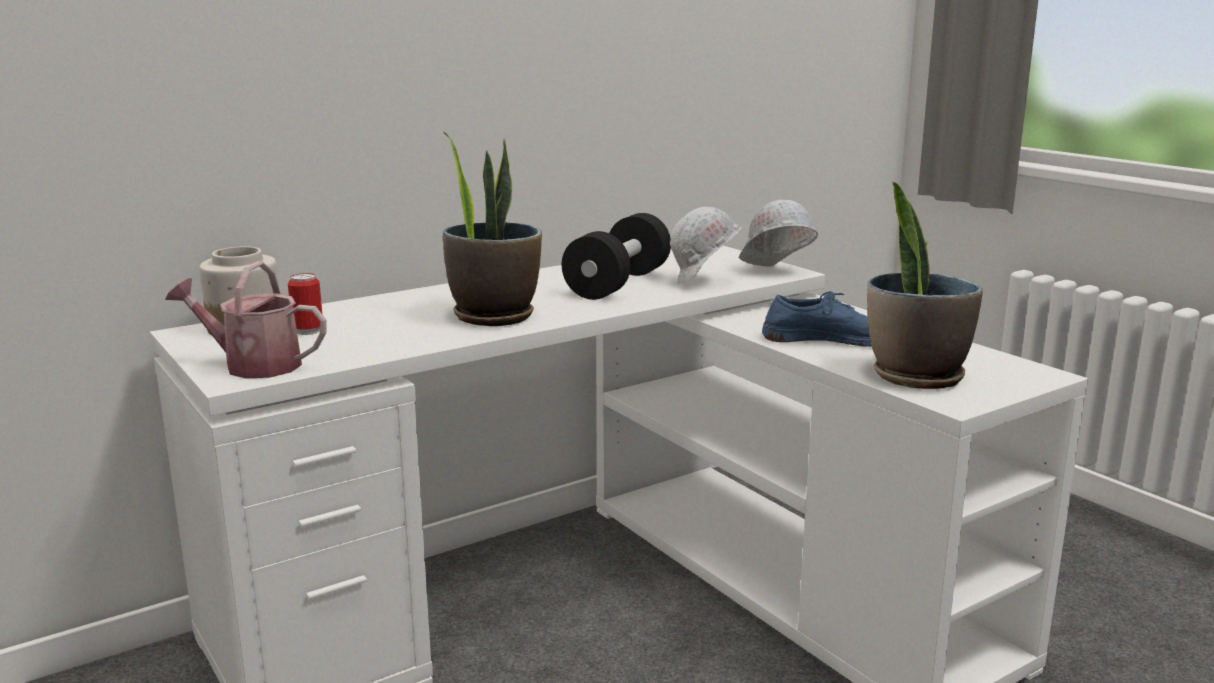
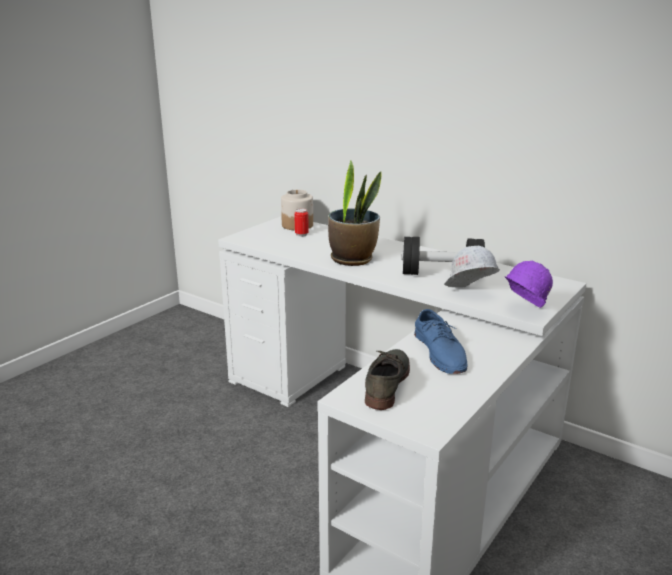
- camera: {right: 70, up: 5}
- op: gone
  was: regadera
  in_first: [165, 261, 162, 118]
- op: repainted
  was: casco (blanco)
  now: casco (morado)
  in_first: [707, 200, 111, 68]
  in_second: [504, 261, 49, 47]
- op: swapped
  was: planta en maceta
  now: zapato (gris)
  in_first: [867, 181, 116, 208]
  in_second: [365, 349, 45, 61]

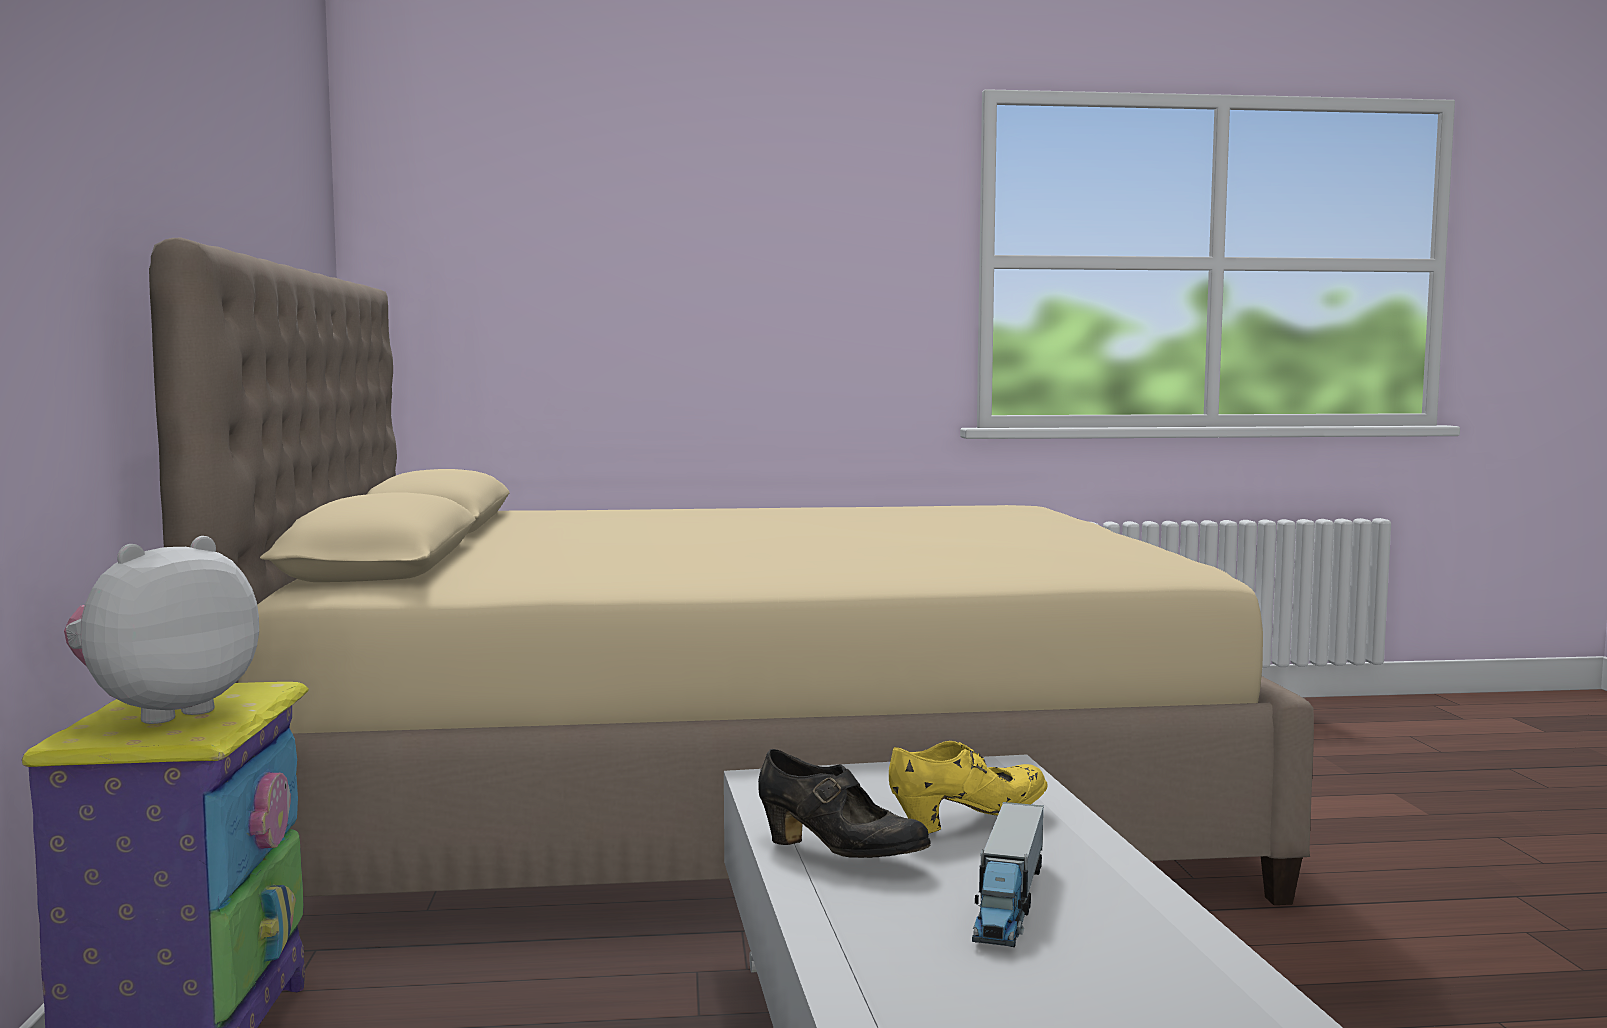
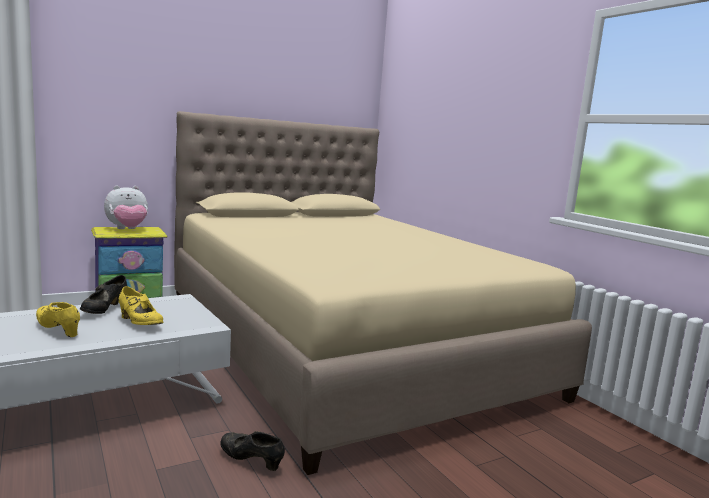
- camera: {right: 65, up: 5}
- op: rotated
  was: peluche
  in_first: [64, 536, 195, 188]
  in_second: [104, 185, 44, 44]
  clockwise: 135
- op: swapped
  was: camión de juguete
  now: zapato (amarillo)
  in_first: [972, 802, 72, 145]
  in_second: [36, 302, 44, 35]
- op: new
  now: zapato (negro)
  in_second: [221, 431, 64, 40]

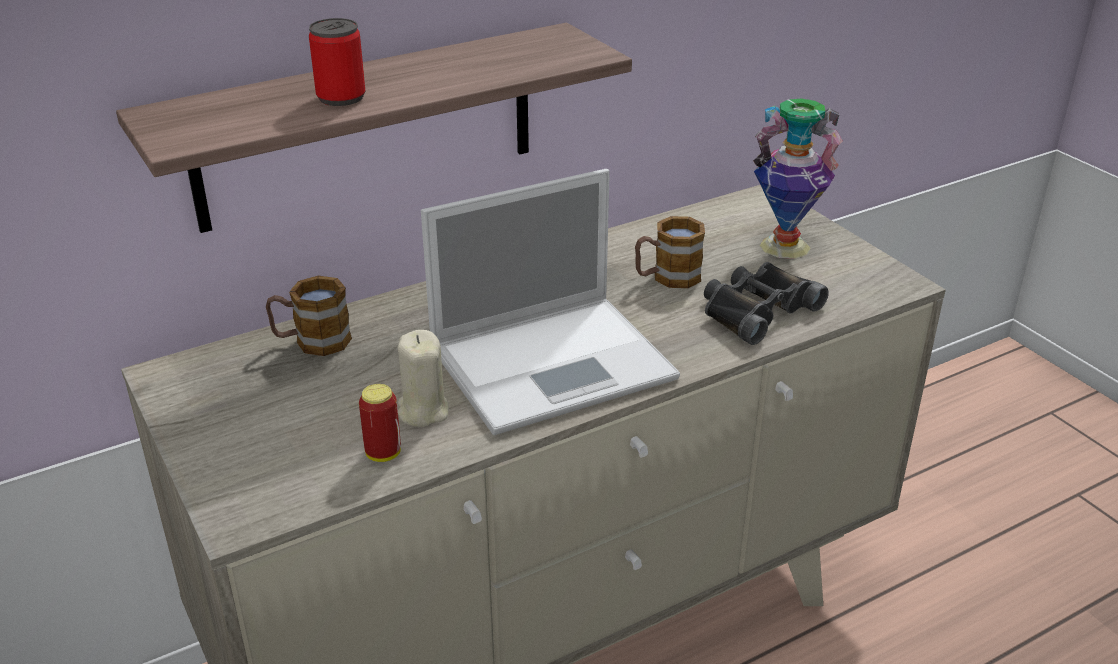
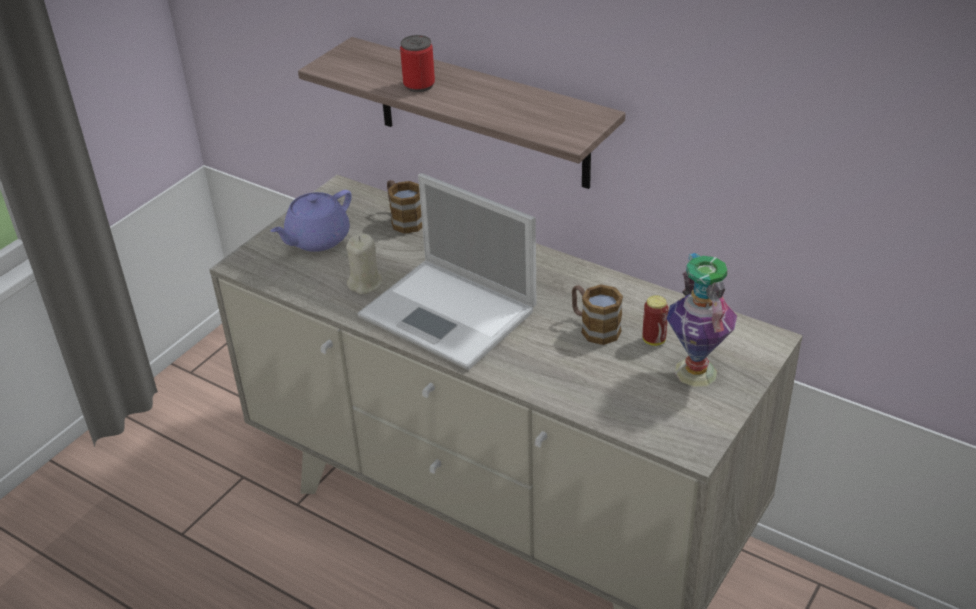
- camera: {right: 65, up: 5}
- op: shifted
  was: lata
  in_first: [359, 384, 42, 78]
  in_second: [643, 295, 26, 51]
- op: gone
  was: prismáticos (negro)
  in_first: [704, 262, 125, 83]
- op: new
  now: tetera (morado)
  in_second: [271, 190, 81, 62]

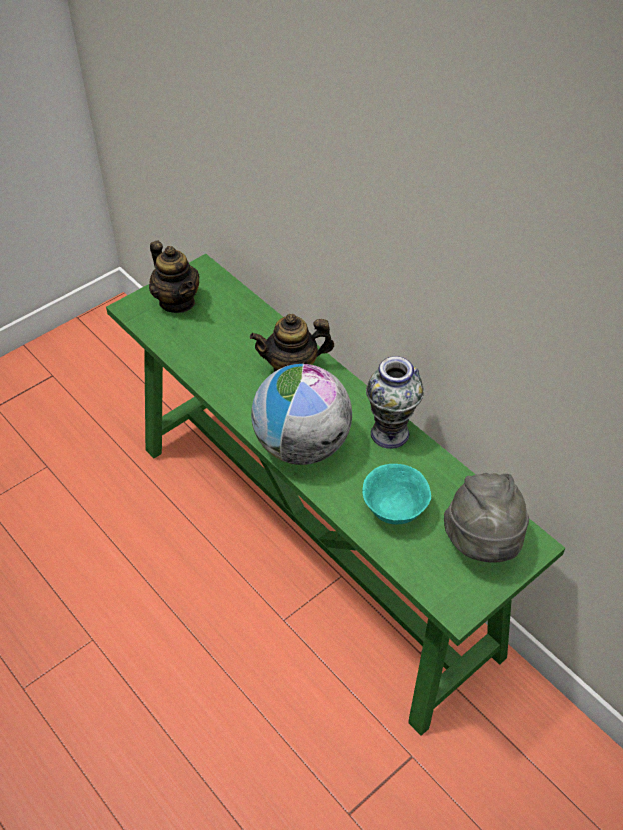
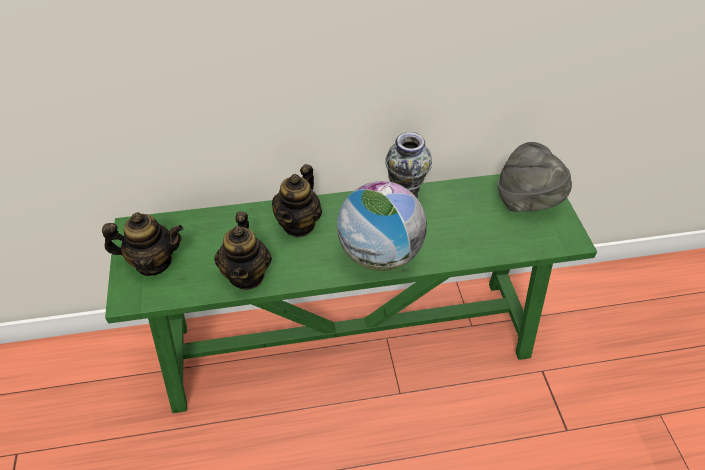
- camera: {right: -60, up: 0}
- op: gone
  was: cuenco (turquesa)
  in_first: [362, 464, 69, 60]
- op: new
  now: tetera
  in_second: [214, 212, 58, 78]

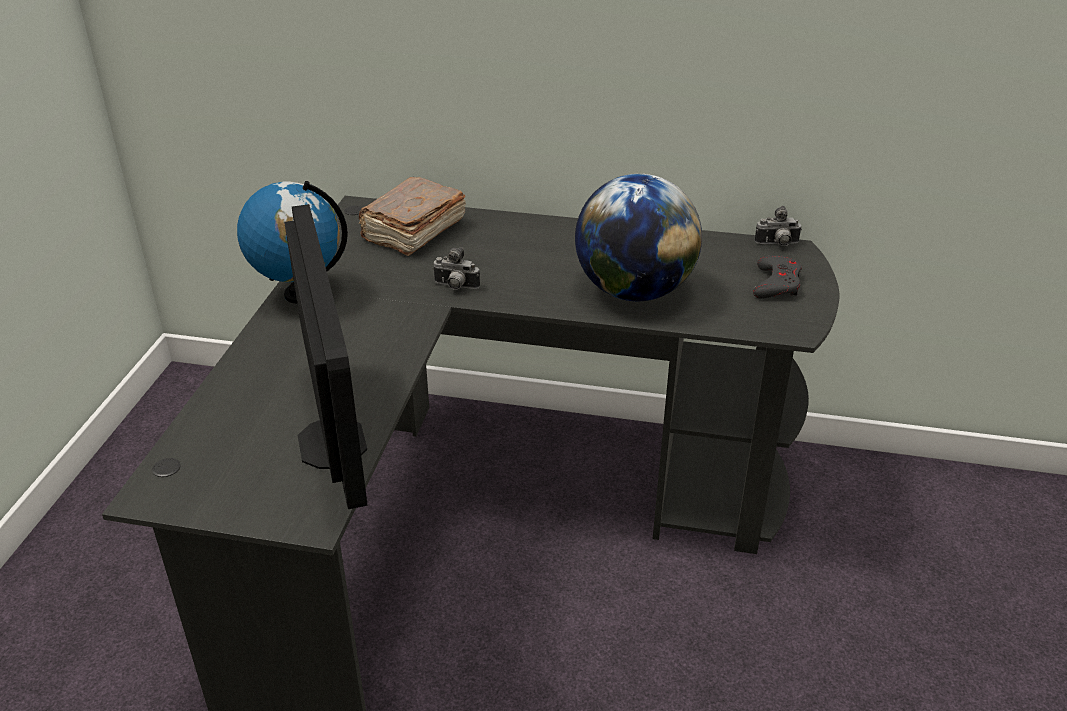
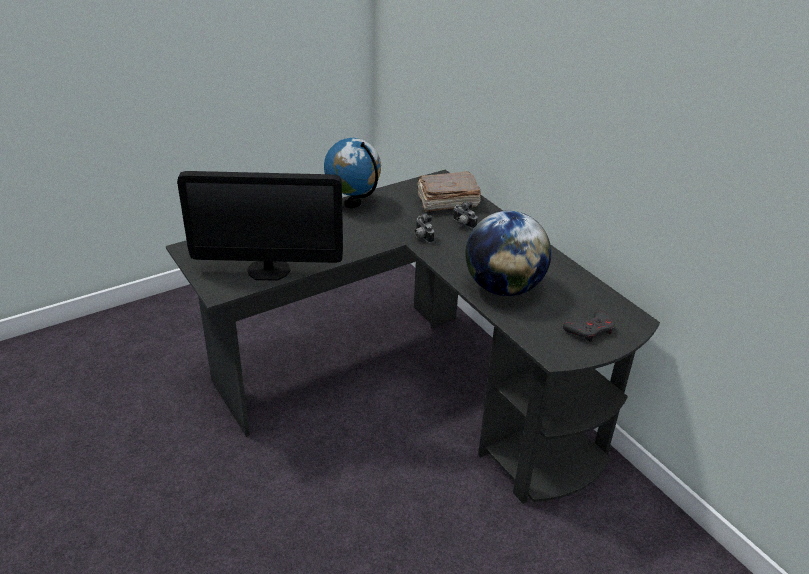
- camera: {right: 45, up: 0}
- op: rotated
  was: monitor
  in_first: [284, 204, 83, 305]
  in_second: [177, 171, 166, 110]
  clockwise: 60
- op: shifted
  was: cámara
  in_first: [754, 206, 48, 40]
  in_second: [453, 201, 25, 28]

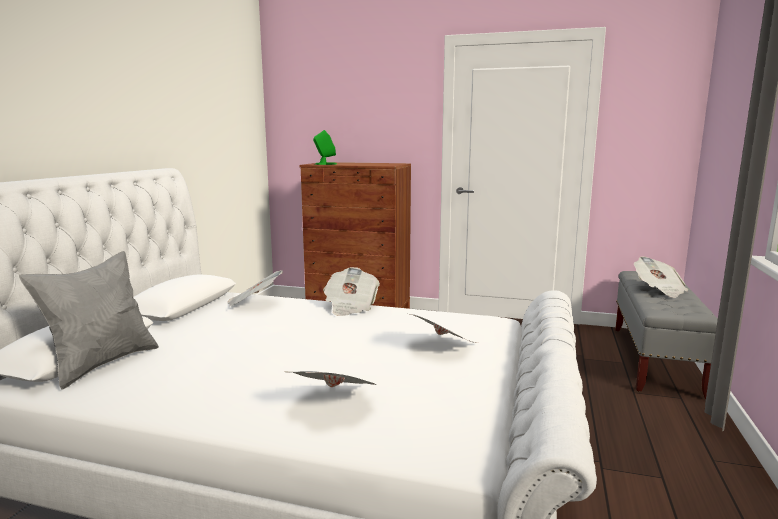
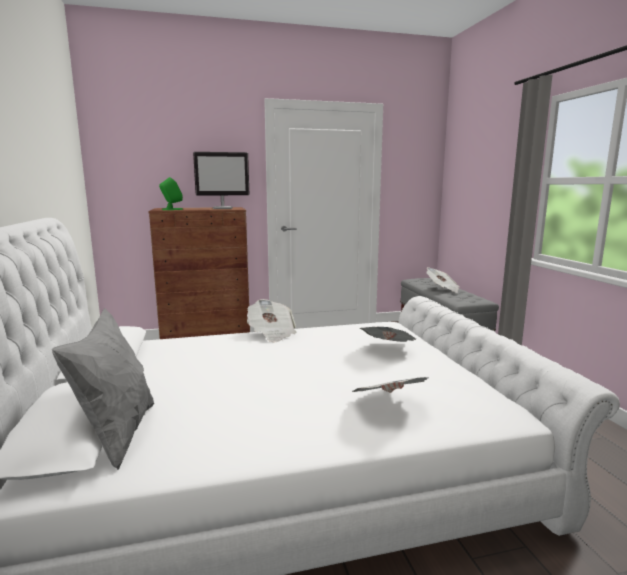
- camera: {right: -30, up: 0}
- op: gone
  was: periódico
  in_first: [227, 270, 56, 37]
- op: new
  now: monitor
  in_second: [193, 152, 56, 57]

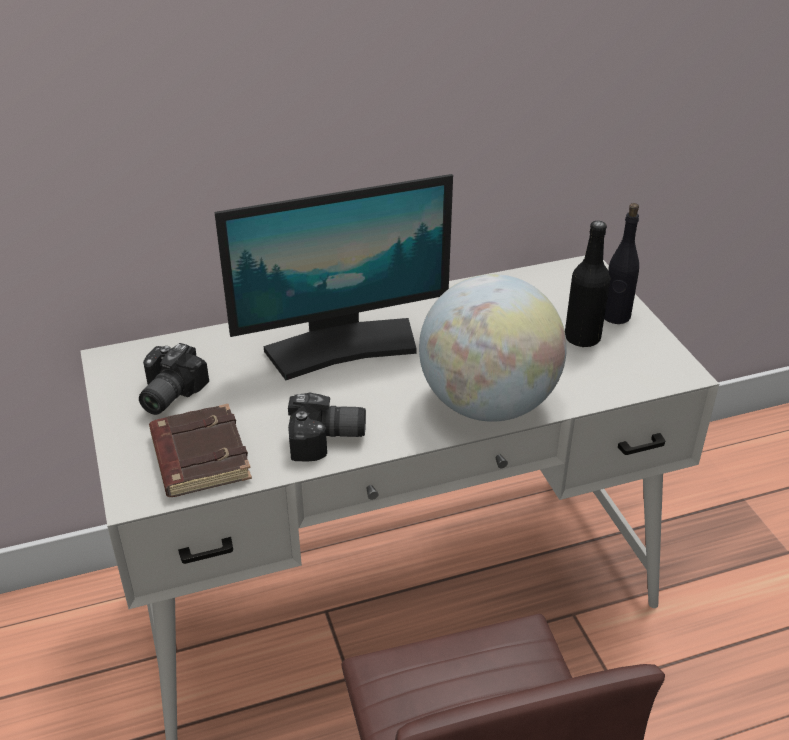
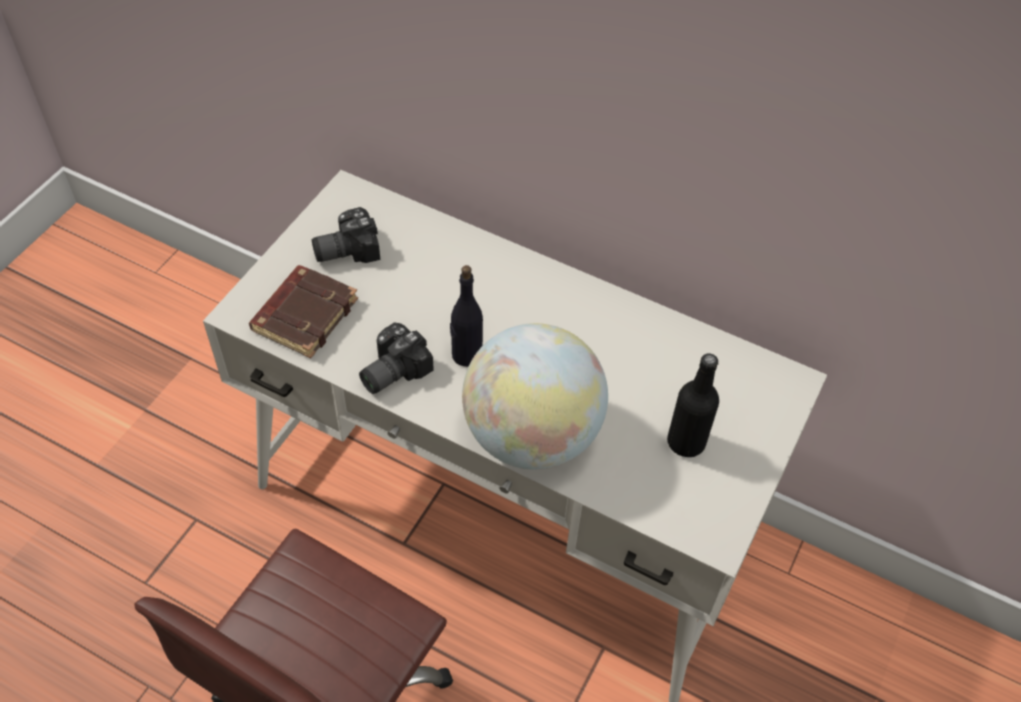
- camera: {right: 45, up: 15}
- op: gone
  was: monitor
  in_first: [214, 174, 239, 206]
- op: rotated
  was: cámara
  in_first: [288, 392, 78, 69]
  in_second: [359, 323, 75, 71]
  clockwise: 90
- op: shifted
  was: botella (negro)
  in_first: [604, 203, 35, 121]
  in_second: [450, 265, 33, 102]

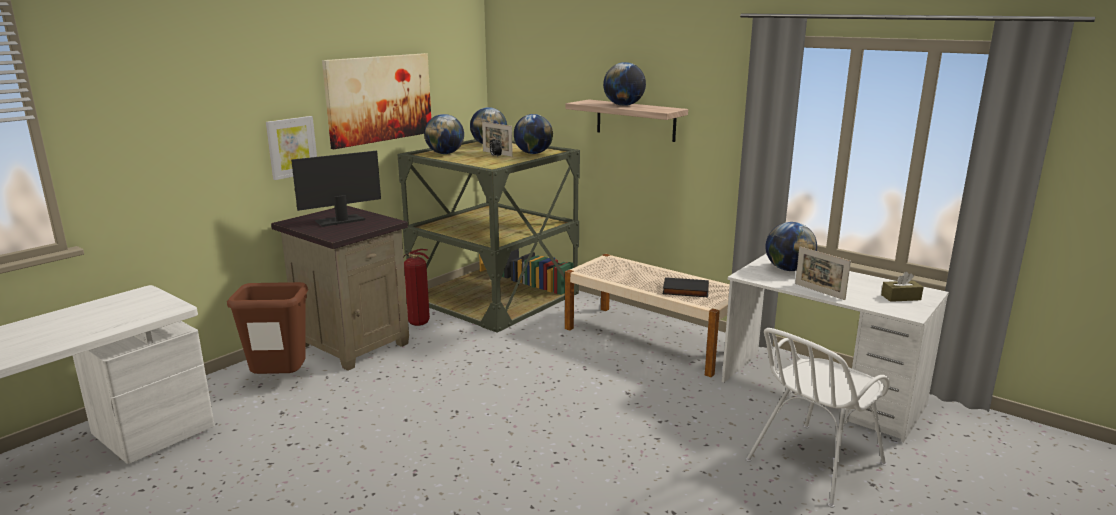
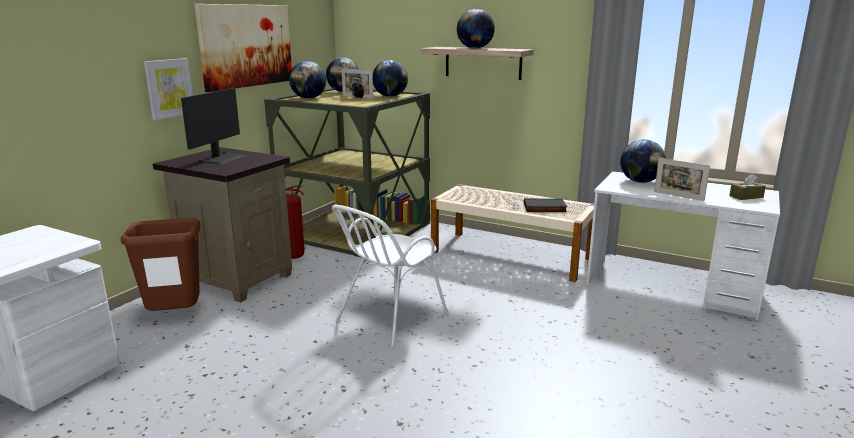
- camera: {right: -10, up: 0}
- op: rotated
  was: monitor
  in_first: [291, 151, 90, 76]
  in_second: [181, 88, 65, 77]
  clockwise: 150
- op: shifted
  was: silla (blanco)
  in_first: [745, 328, 145, 179]
  in_second: [332, 205, 117, 143]

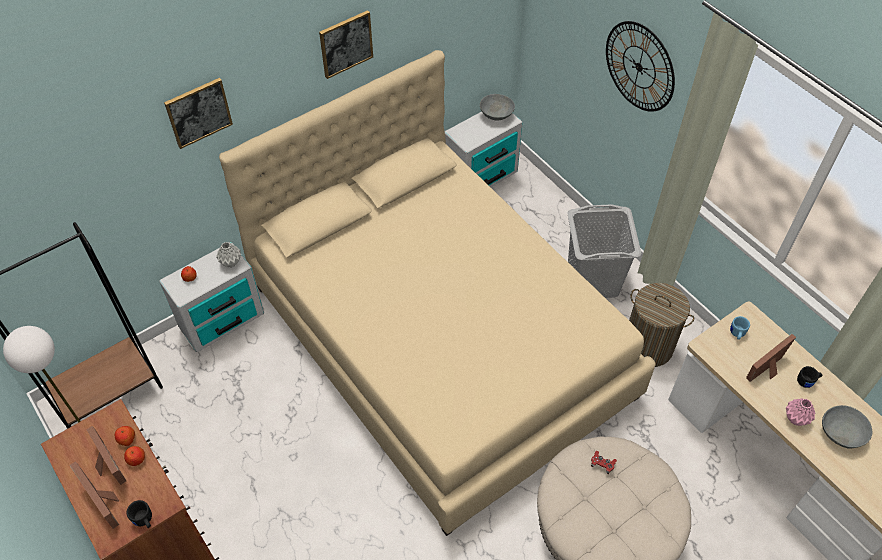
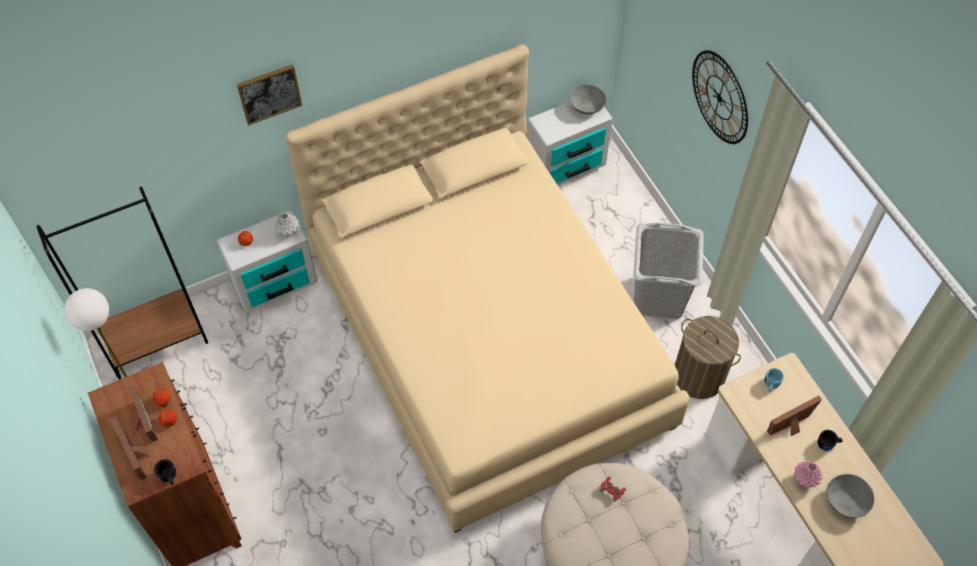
- camera: {right: 10, up: 5}
- op: gone
  was: cuadro
  in_first: [319, 10, 54, 69]

